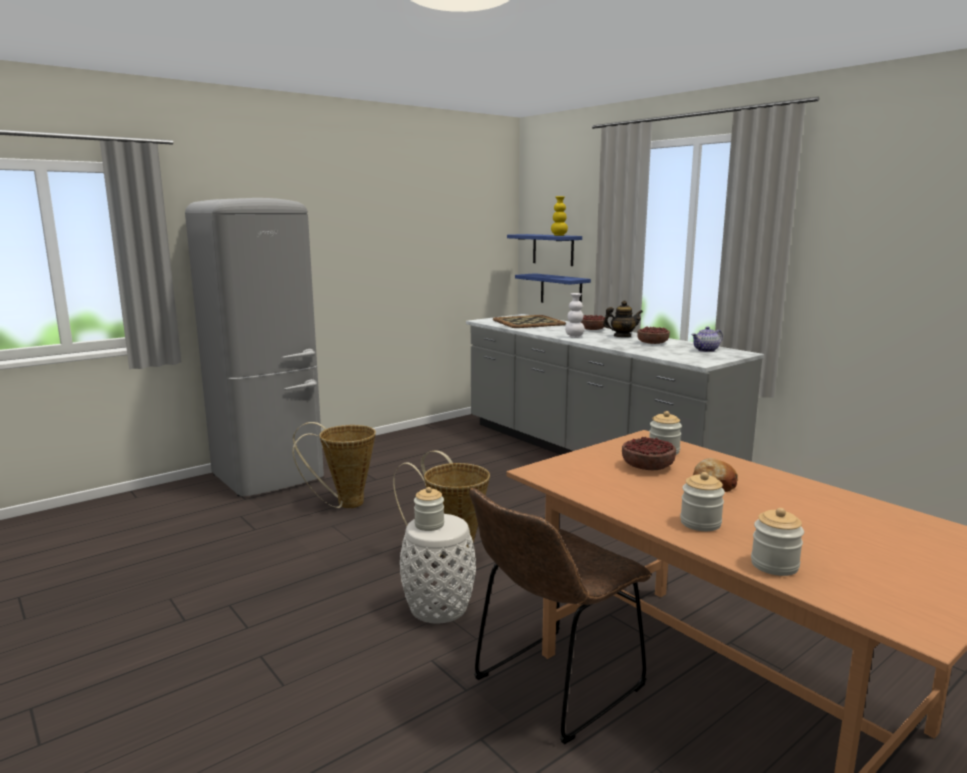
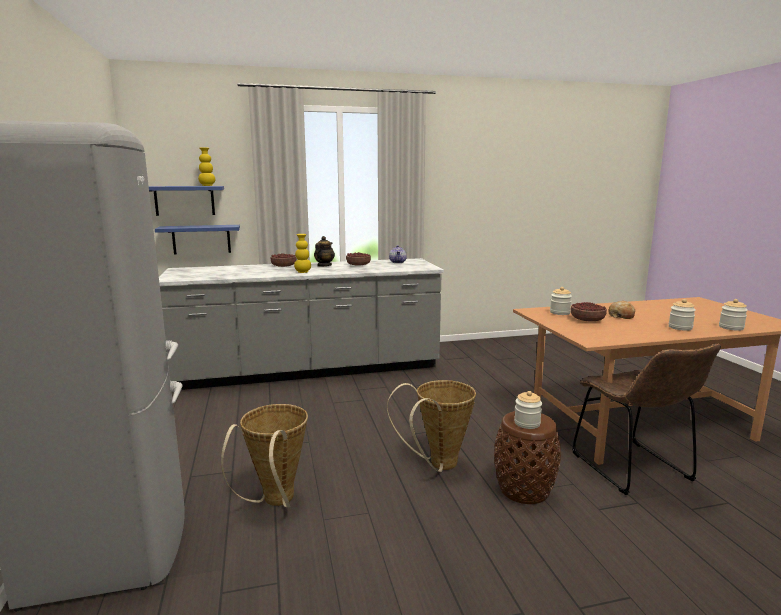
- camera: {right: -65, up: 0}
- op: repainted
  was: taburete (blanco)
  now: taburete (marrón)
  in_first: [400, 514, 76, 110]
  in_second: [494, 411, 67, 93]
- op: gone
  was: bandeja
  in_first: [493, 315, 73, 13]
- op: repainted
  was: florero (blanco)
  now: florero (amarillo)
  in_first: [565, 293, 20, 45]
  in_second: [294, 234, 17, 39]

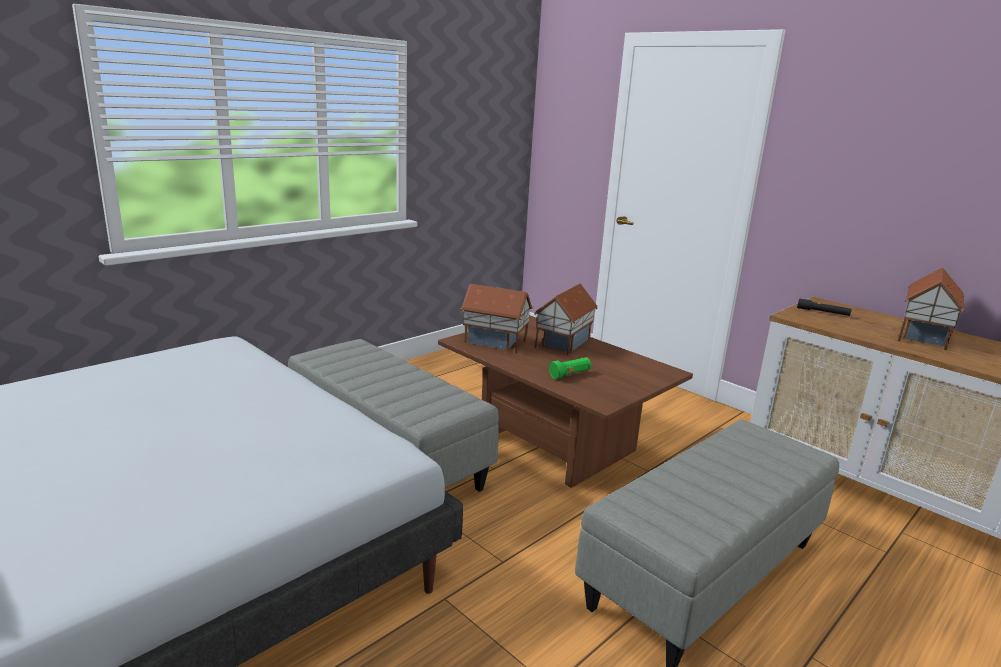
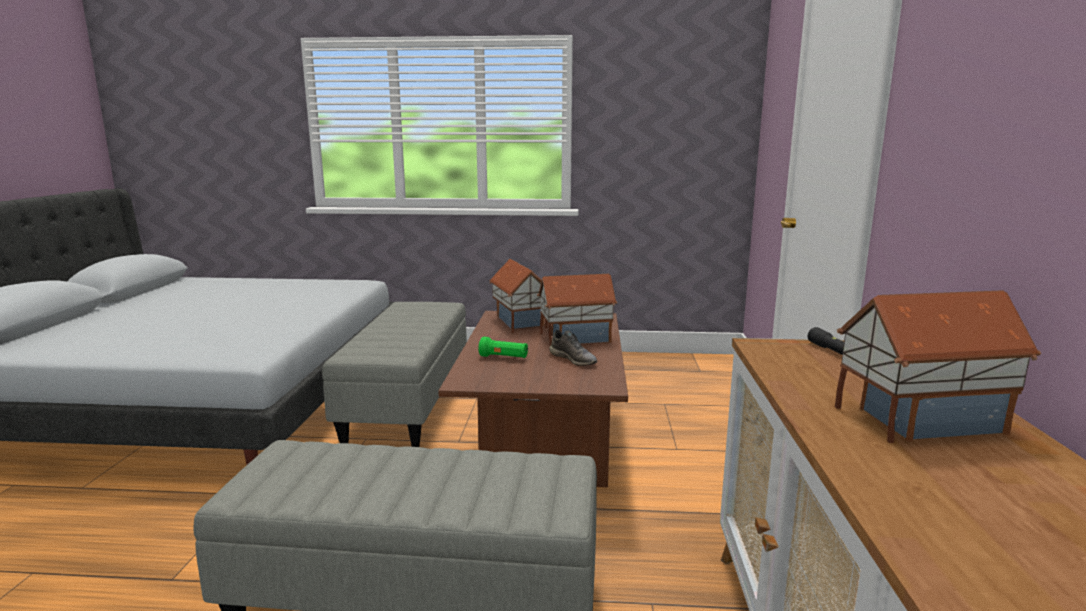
- camera: {right: 50, up: -5}
- op: new
  now: zapato (gris)
  in_second: [549, 330, 49, 36]

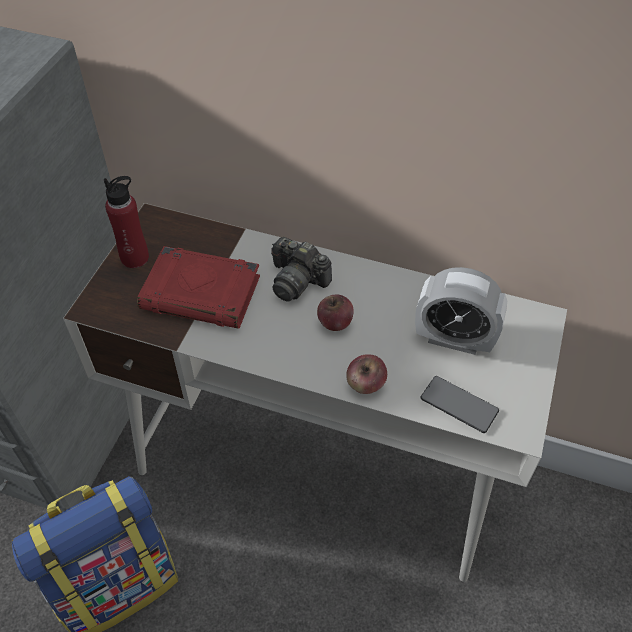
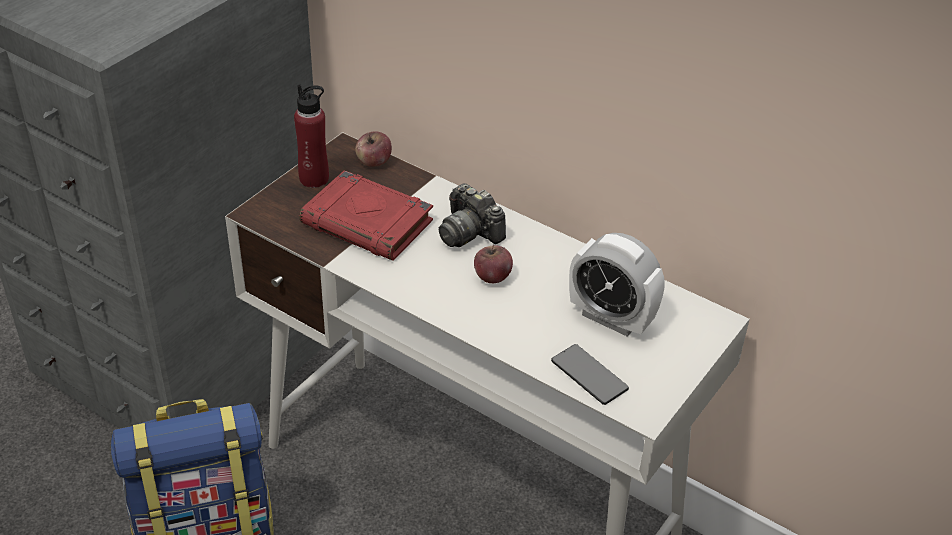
- camera: {right: 15, up: -10}
- op: shifted
  was: manzana
  in_first: [346, 354, 41, 40]
  in_second: [355, 132, 37, 35]

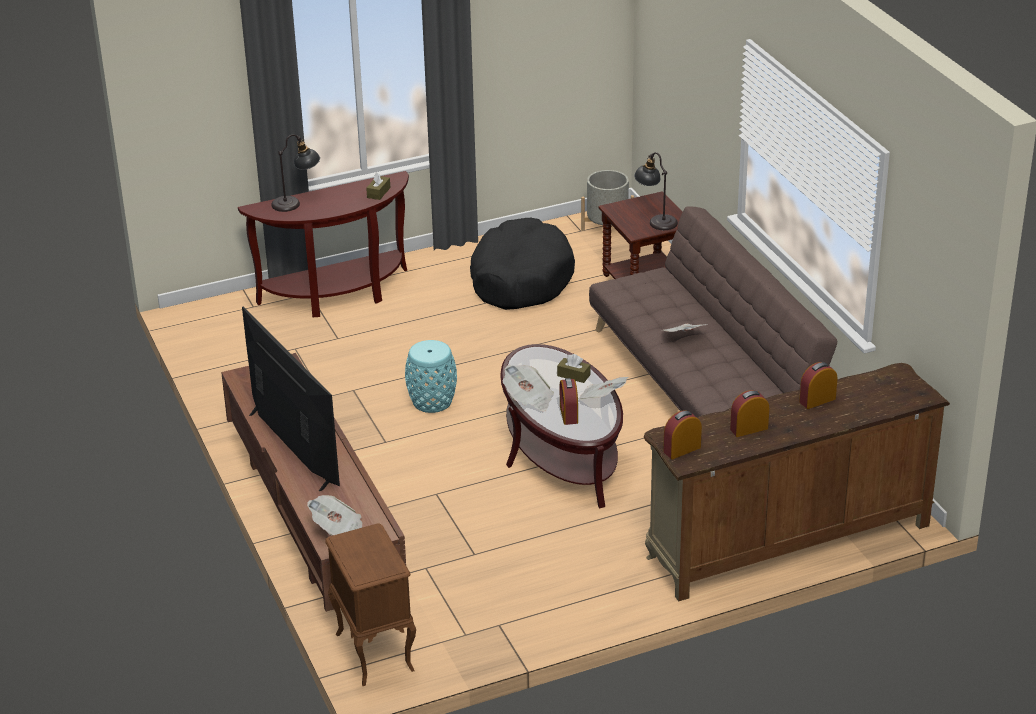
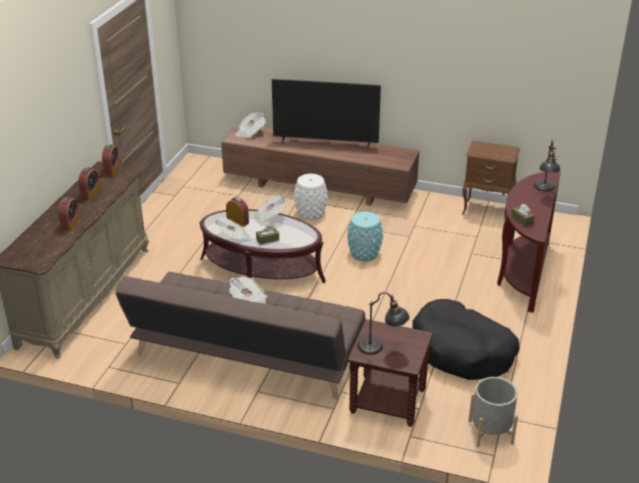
- camera: {right: 130, up: 0}
- op: shifted
  was: mesita de noche (marrón)
  in_first: [325, 523, 91, 163]
  in_second: [462, 141, 58, 78]
- op: new
  now: taburete (blanco)
  in_second: [294, 174, 34, 46]

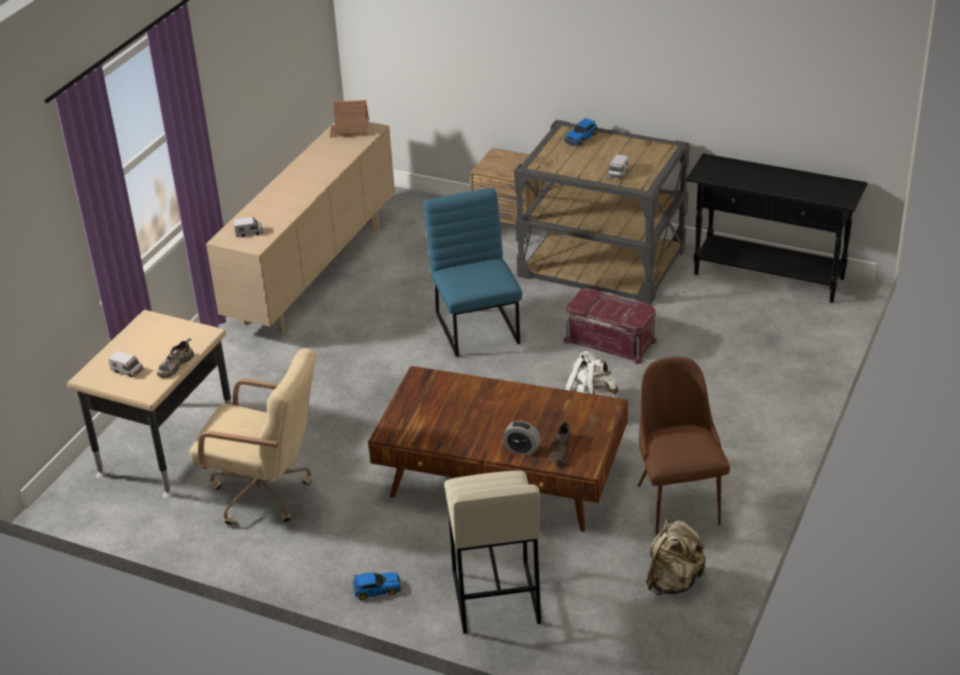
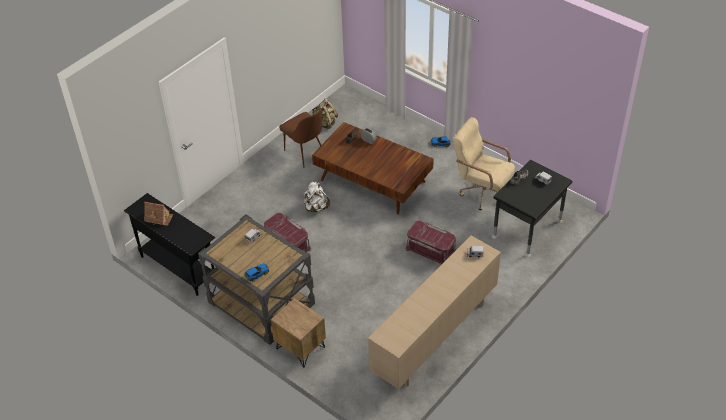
- camera: {right: -165, up: 10}
- op: repainted
  was: escritorio (beis)
  now: escritorio (negro)
  in_first: [67, 310, 165, 188]
  in_second: [492, 160, 80, 97]
- op: shifted
  was: casita
  in_first: [330, 100, 39, 38]
  in_second: [144, 202, 29, 24]
- op: gone
  was: silla (azul)
  in_first: [424, 188, 98, 169]
- op: gone
  was: taburete (beis)
  in_first: [445, 471, 96, 163]
- op: rotated
  was: silla (marrón)
  in_first: [638, 357, 92, 178]
  in_second: [279, 109, 43, 58]
  clockwise: -45
- op: new
  now: caja de almacenaje (rojo)
  in_second: [405, 221, 51, 43]

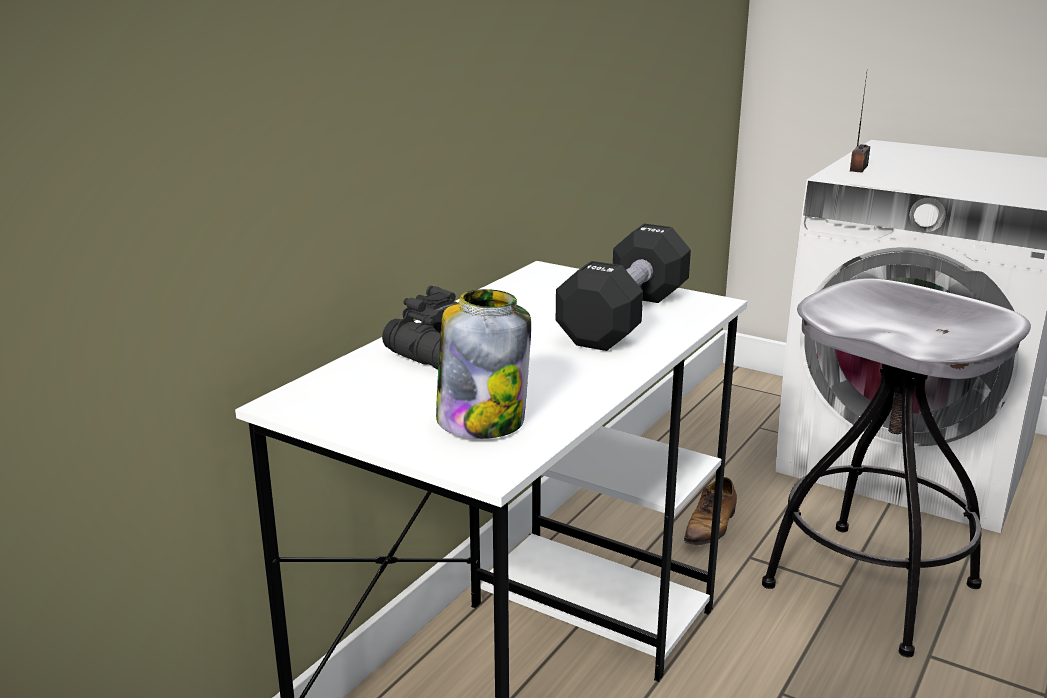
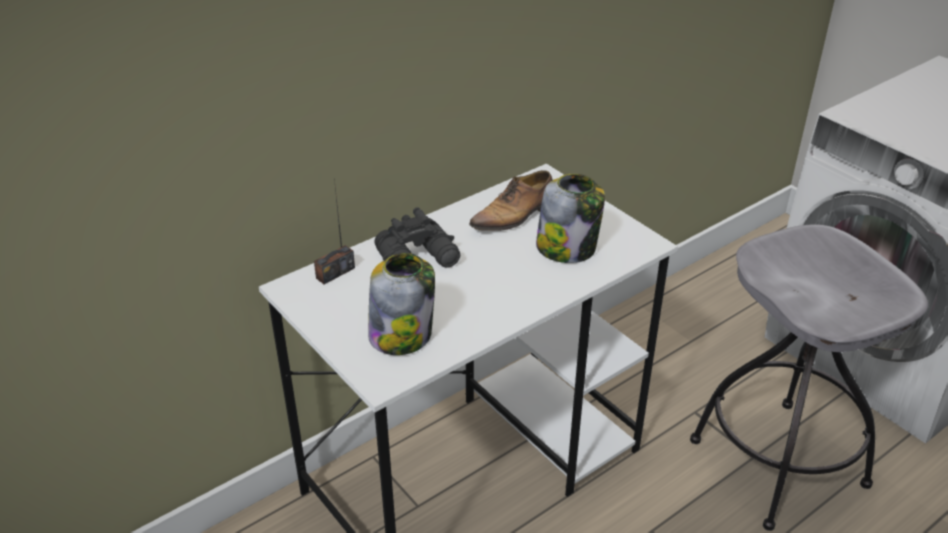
- camera: {right: 20, up: 15}
- op: swapped
  was: mancuerna (negro)
  now: tarro
  in_first: [556, 224, 135, 127]
  in_second: [536, 174, 69, 89]
- op: shifted
  was: zapato
  in_first: [684, 477, 53, 68]
  in_second: [469, 170, 83, 61]
- op: shifted
  was: radio
  in_first: [850, 74, 20, 99]
  in_second: [314, 179, 41, 105]

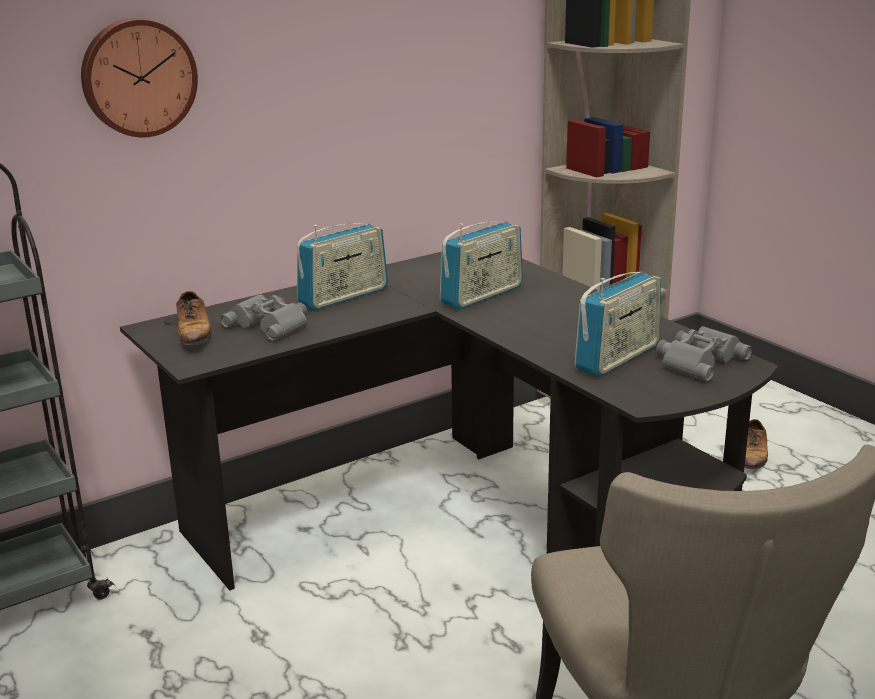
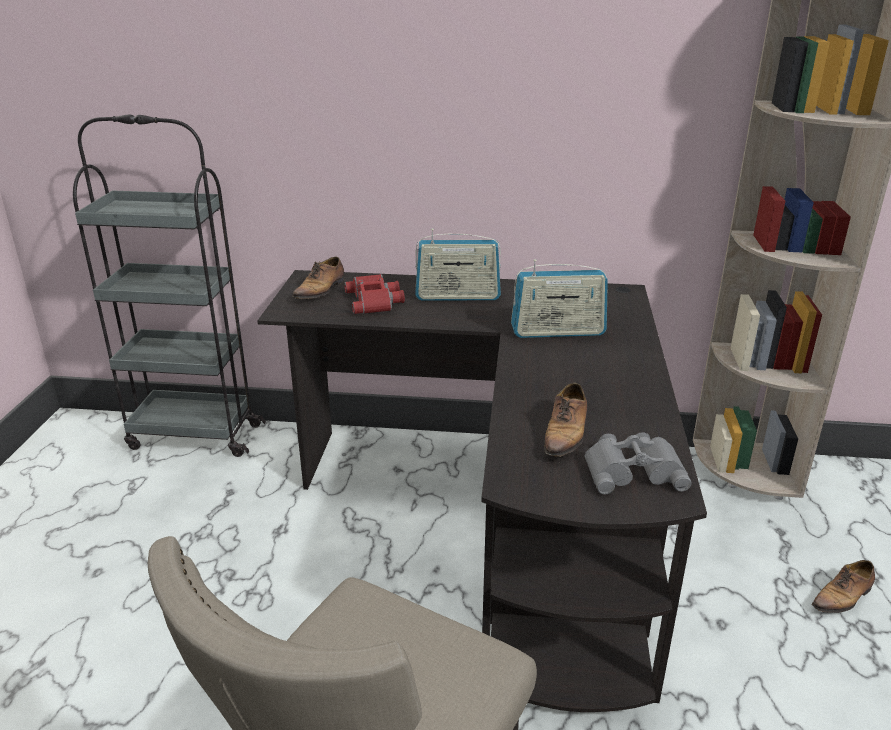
- camera: {right: 40, up: 5}
- op: gone
  was: reloj de pared
  in_first: [81, 18, 117, 119]
- op: repainted
  was: prismáticos (gris)
  now: prismáticos (rojo)
  in_first: [220, 294, 87, 47]
  in_second: [344, 274, 61, 40]
- op: swapped
  was: radio
  now: zapato
  in_first: [575, 272, 86, 105]
  in_second: [544, 383, 43, 74]

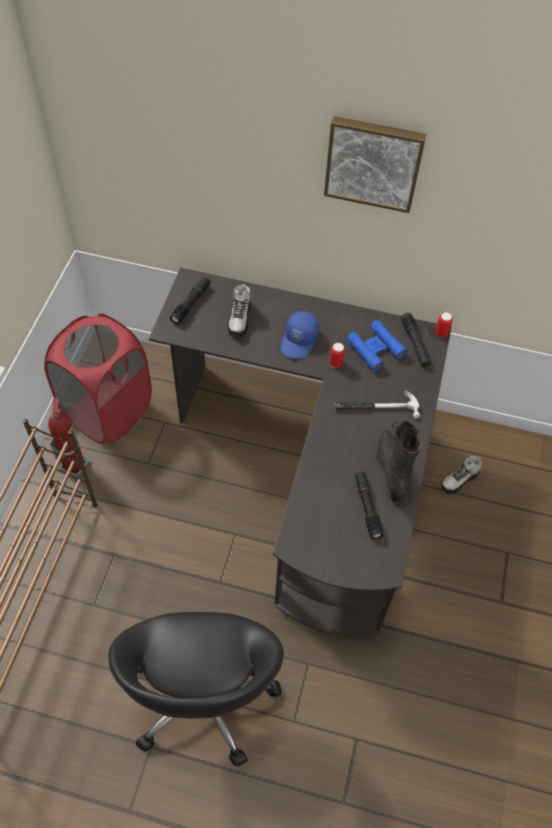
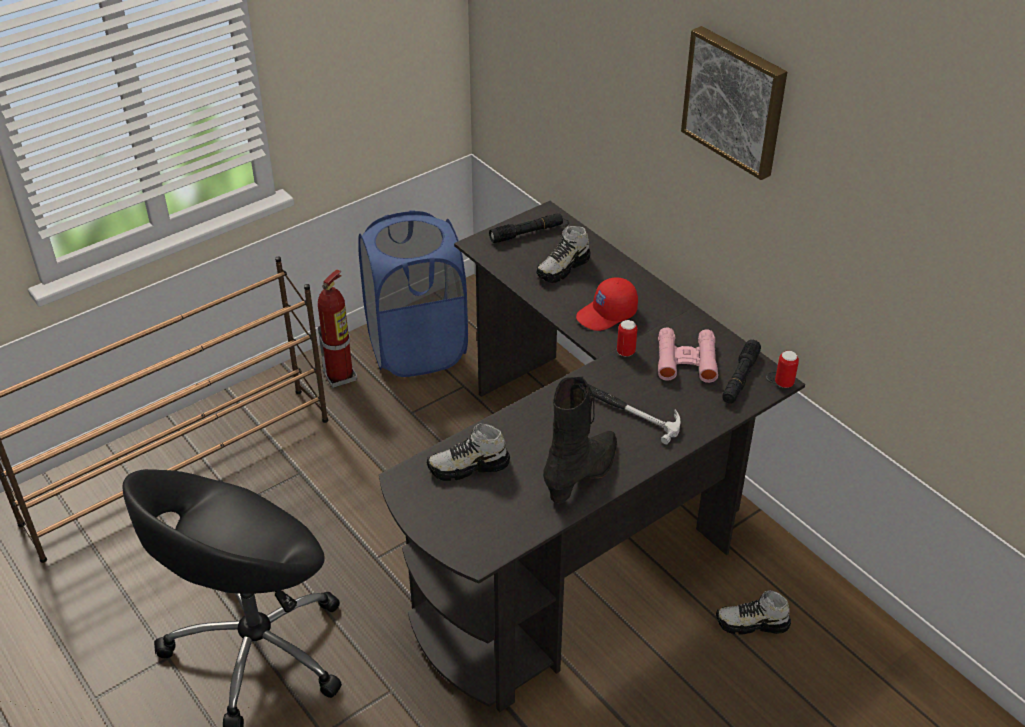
- camera: {right: 40, up: -15}
- op: repainted
  was: cesto de la ropa (rojo)
  now: cesto de la ropa (azul)
  in_first: [44, 314, 108, 130]
  in_second: [358, 210, 110, 167]
- op: repainted
  was: gorra (azul)
  now: gorra (rojo)
  in_first: [281, 311, 38, 48]
  in_second: [576, 277, 62, 54]
- op: repainted
  was: prismáticos (azul)
  now: prismáticos (rosa)
  in_first: [347, 320, 60, 52]
  in_second: [658, 327, 60, 56]
- op: gone
  was: linterna (negro)
  in_first: [355, 472, 28, 68]
- op: new
  now: zapato
  in_second: [427, 423, 83, 58]

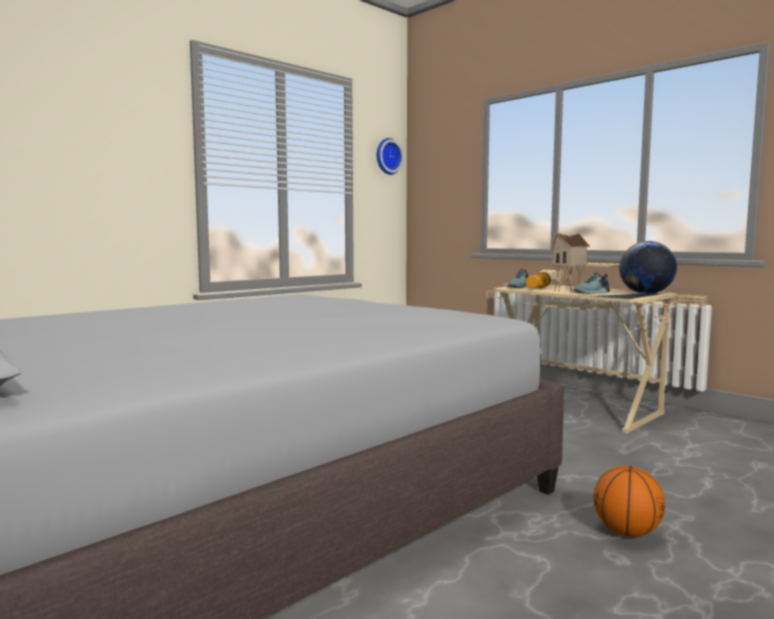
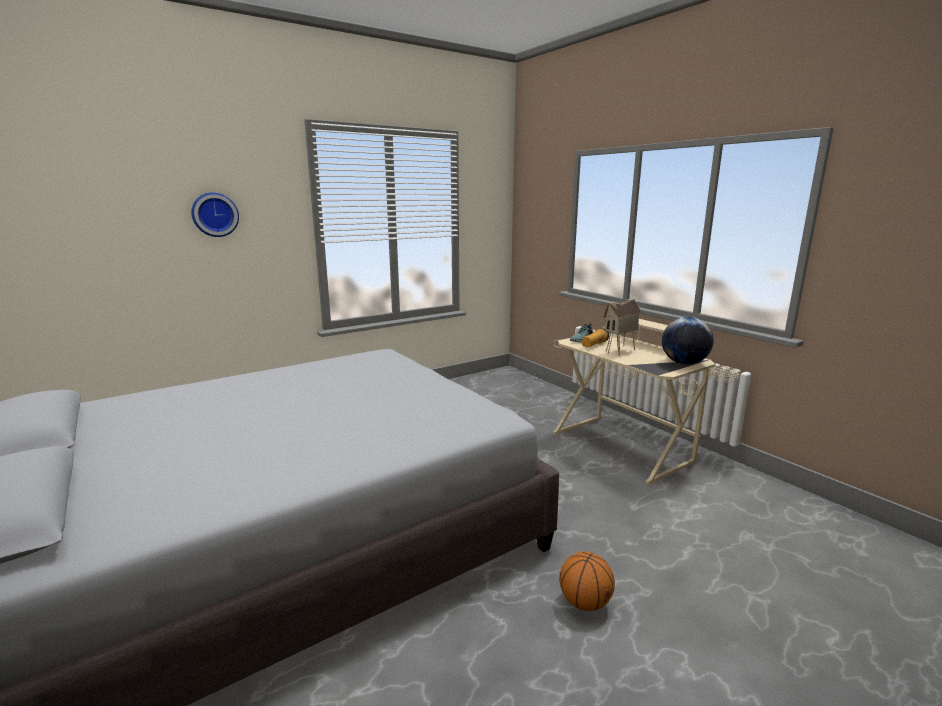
- camera: {right: 10, up: 10}
- op: shifted
  was: reloj de pared
  in_first: [377, 138, 27, 37]
  in_second: [191, 192, 48, 45]
- op: gone
  was: zapato
  in_first: [573, 272, 37, 22]

